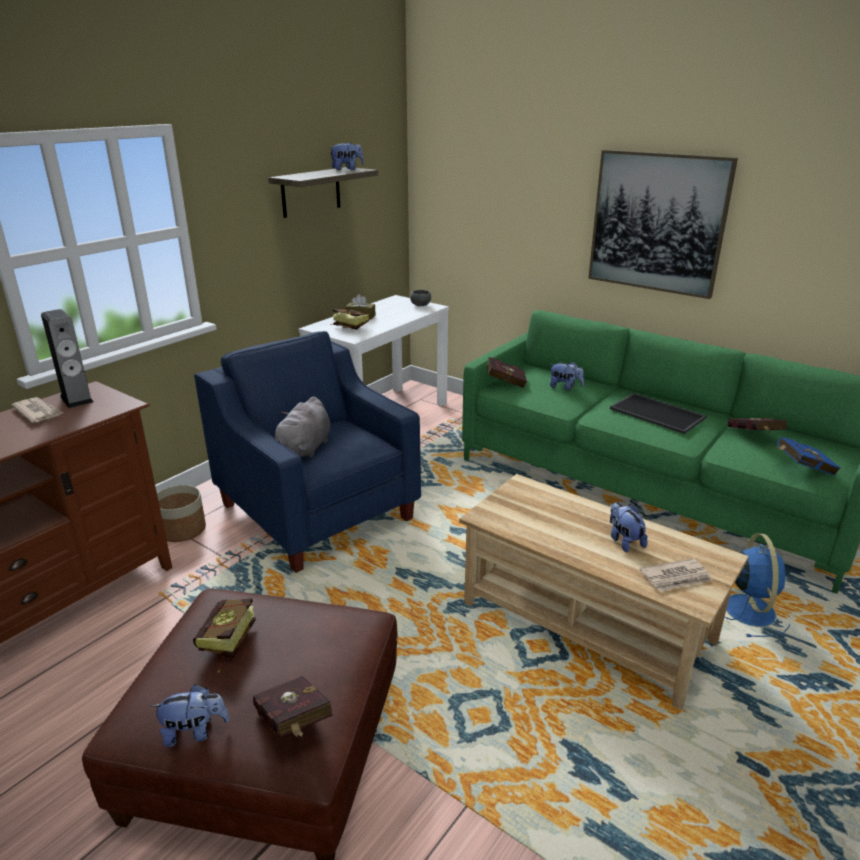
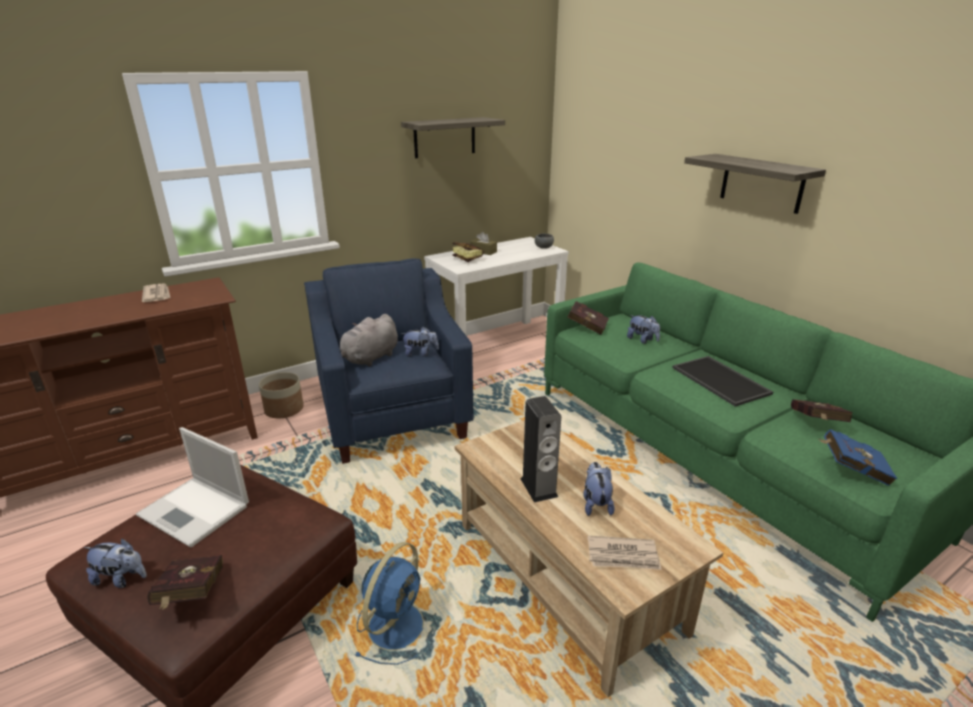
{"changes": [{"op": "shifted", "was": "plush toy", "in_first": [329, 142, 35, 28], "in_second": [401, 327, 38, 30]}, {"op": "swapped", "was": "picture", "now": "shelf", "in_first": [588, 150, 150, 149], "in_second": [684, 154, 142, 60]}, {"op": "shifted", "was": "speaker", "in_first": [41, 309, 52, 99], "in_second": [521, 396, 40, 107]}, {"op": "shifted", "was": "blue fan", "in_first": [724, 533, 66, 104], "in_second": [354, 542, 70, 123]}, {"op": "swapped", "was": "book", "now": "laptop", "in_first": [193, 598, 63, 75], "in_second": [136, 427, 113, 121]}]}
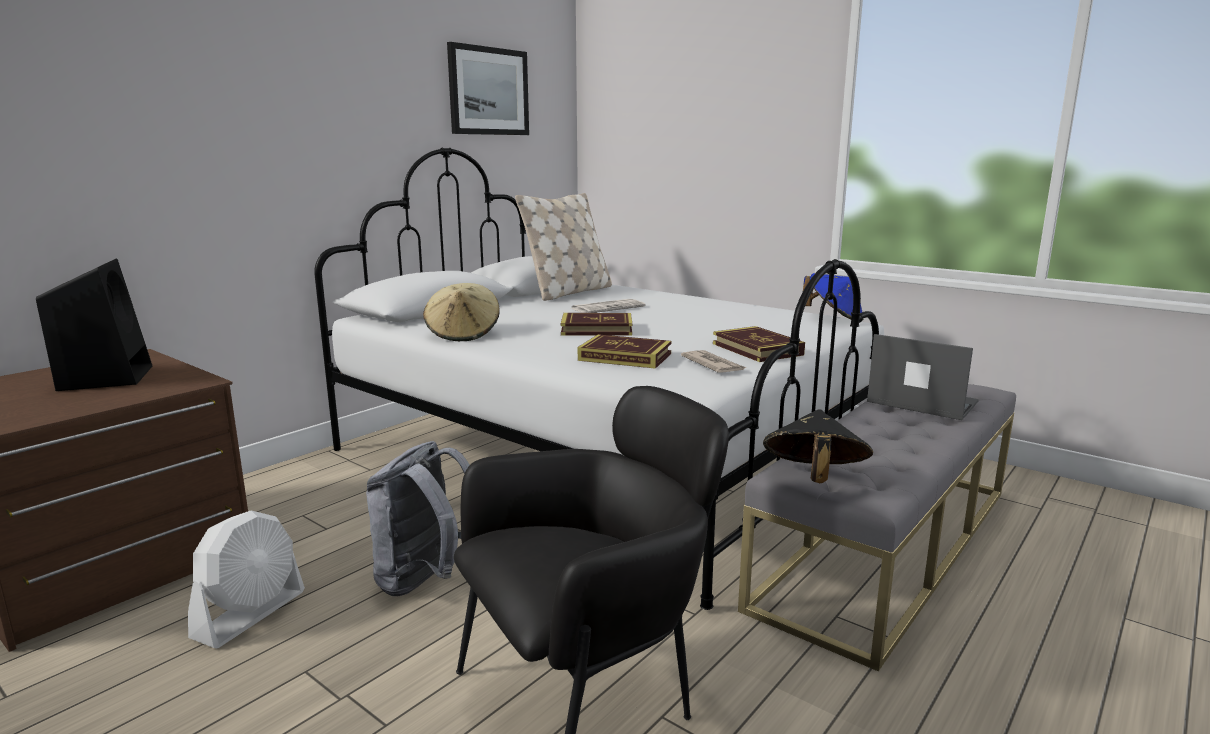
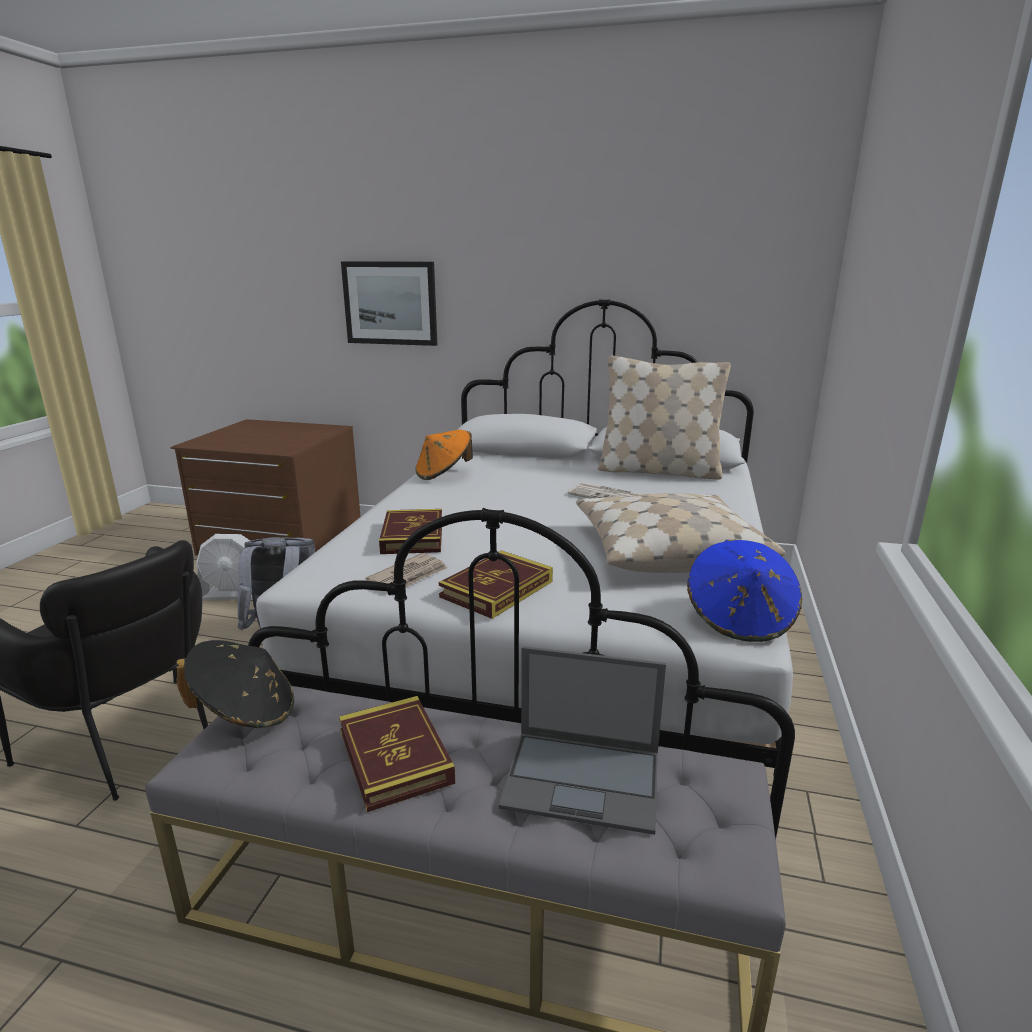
{"changes": [{"op": "shifted", "was": "picture", "in_first": [447, 42, 82, 93], "in_second": [341, 261, 96, 85]}, {"op": "gone", "was": "black speaker", "in_first": [36, 258, 116, 133]}, {"op": "repainted", "was": "beige hat", "now": "orange hat", "in_first": [423, 283, 77, 58], "in_second": [415, 430, 58, 50]}, {"op": "shifted", "was": "book", "in_first": [561, 313, 71, 23], "in_second": [339, 696, 116, 116]}, {"op": "rotated", "was": "laptop", "in_first": [867, 334, 112, 86], "in_second": [499, 646, 167, 189], "clockwise": 90}, {"op": "new", "now": "beige pillow", "in_second": [576, 493, 210, 80]}]}
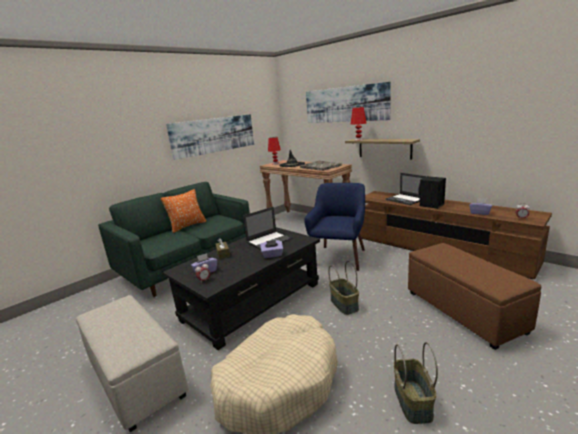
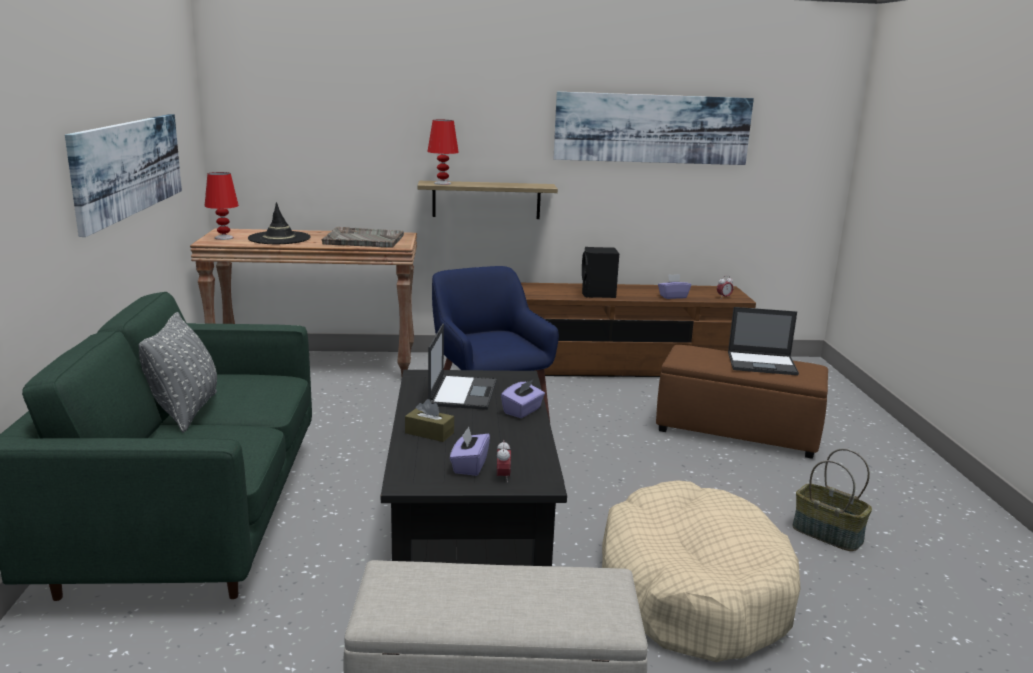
{"changes": [{"op": "shifted", "was": "picture", "in_first": [306, 82, 85, 41], "in_second": [554, 91, 200, 74]}, {"op": "shifted", "was": "laptop", "in_first": [386, 173, 40, 32], "in_second": [728, 307, 71, 68]}, {"op": "repainted", "was": "orange pillow", "now": "grey pillow", "in_first": [161, 189, 45, 44], "in_second": [139, 312, 78, 121]}, {"op": "gone", "was": "basket", "in_first": [329, 261, 30, 54]}]}
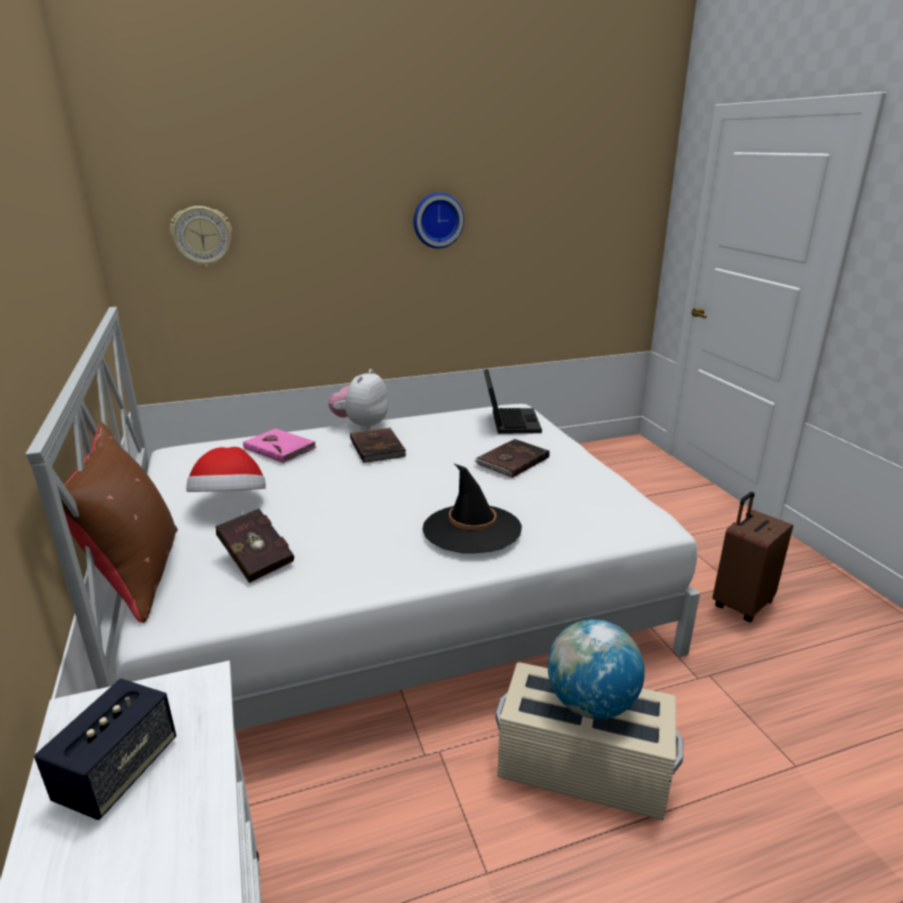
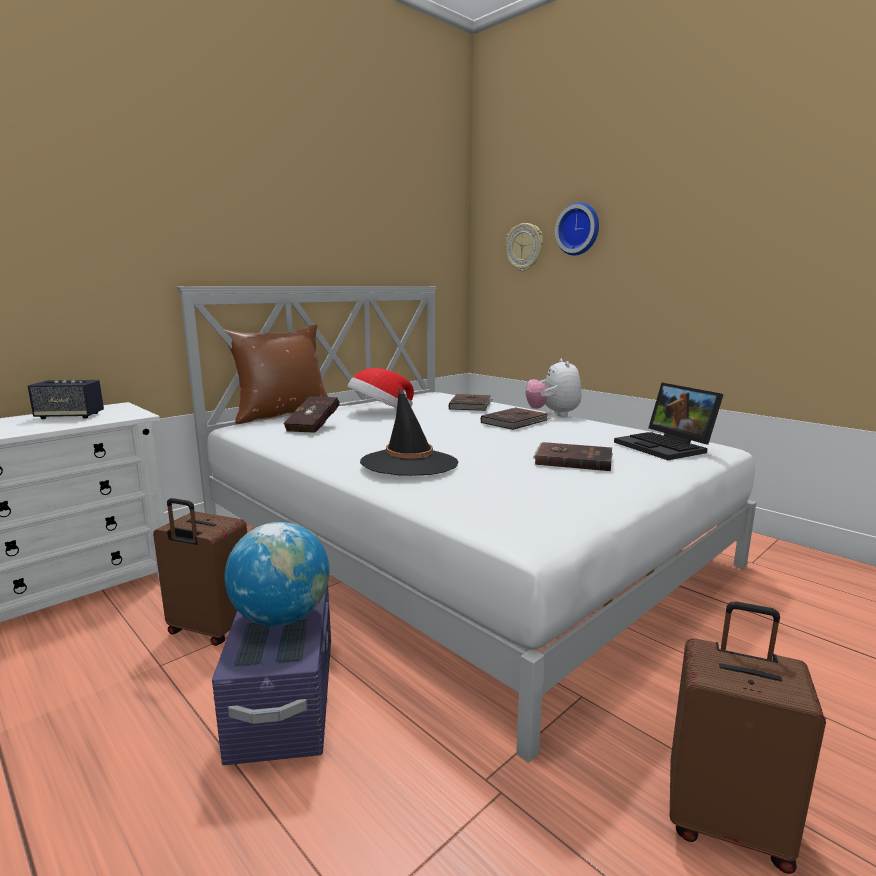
{"changes": [{"op": "shifted", "was": "wall clock", "in_first": [413, 192, 51, 56], "in_second": [555, 202, 44, 54]}, {"op": "rotated", "was": "plush toy", "in_first": [328, 369, 61, 61], "in_second": [525, 358, 56, 59], "clockwise": -90}, {"op": "rotated", "was": "laptop", "in_first": [483, 369, 59, 65], "in_second": [614, 383, 110, 77], "clockwise": 90}, {"op": "repainted", "was": "pink book", "now": "brown book", "in_first": [243, 428, 74, 35], "in_second": [449, 394, 44, 17]}, {"op": "repainted", "was": "beige storage box", "now": "purple storage box", "in_first": [496, 662, 187, 158], "in_second": [212, 585, 119, 180]}, {"op": "new", "now": "brown suitcase", "in_second": [153, 498, 94, 148]}]}
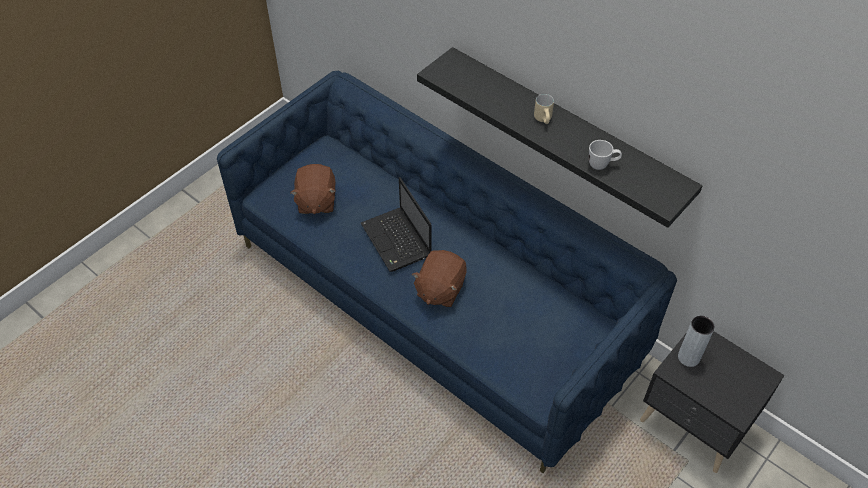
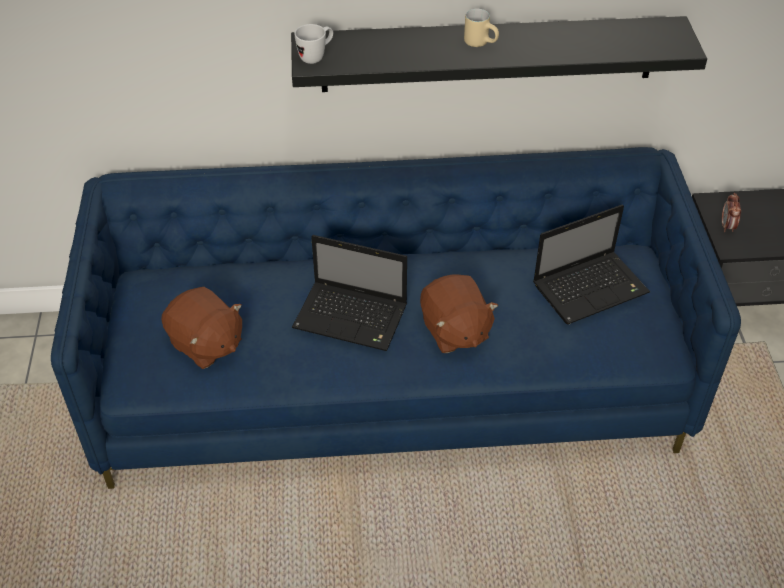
{"changes": [{"op": "shifted", "was": "white mug", "in_first": [589, 140, 33, 30], "in_second": [294, 24, 39, 40]}, {"op": "swapped", "was": "grey vase", "now": "alarm clock", "in_first": [678, 316, 37, 51], "in_second": [722, 193, 19, 39]}, {"op": "new", "now": "laptop", "in_second": [533, 205, 117, 119]}]}
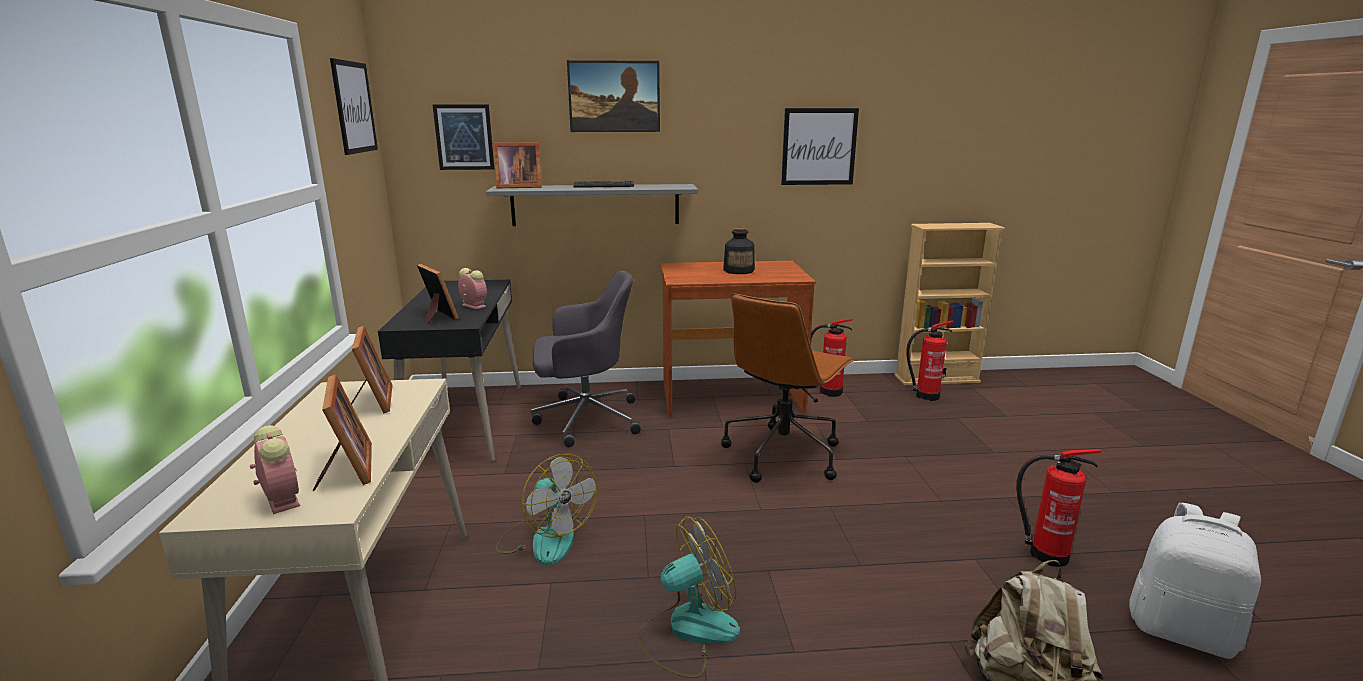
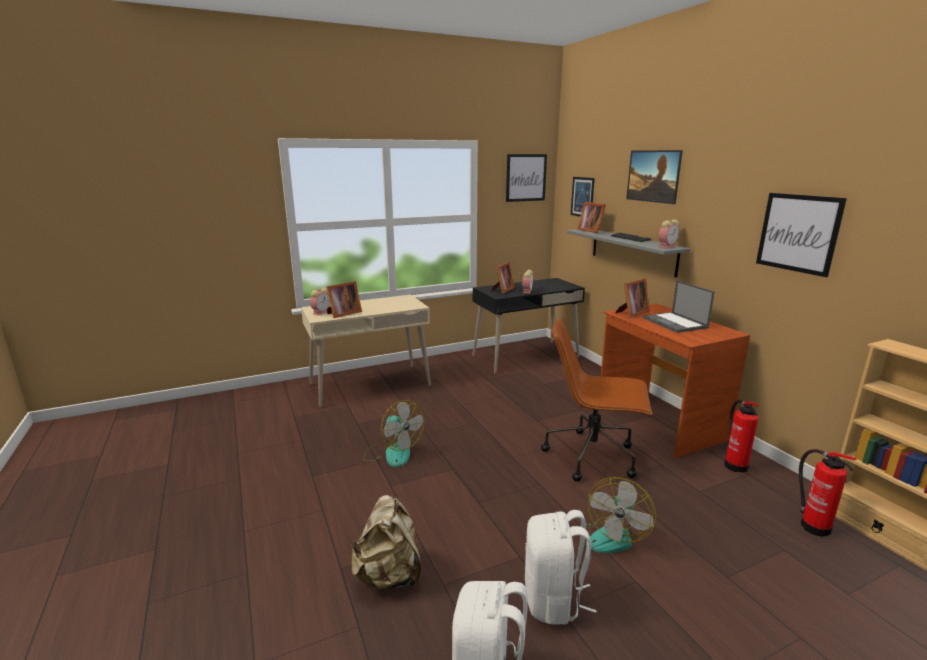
{"changes": [{"op": "swapped", "was": "bottle", "now": "laptop", "in_first": [723, 228, 32, 46], "in_second": [643, 280, 72, 53]}, {"op": "gone", "was": "grey office chair", "in_first": [531, 271, 110, 176]}, {"op": "shifted", "was": "picture frame", "in_first": [351, 325, 41, 88], "in_second": [615, 278, 35, 40]}, {"op": "swapped", "was": "fire extinguisher", "now": "white backpack", "in_first": [1016, 449, 85, 118], "in_second": [525, 510, 72, 115]}, {"op": "shifted", "was": "fan", "in_first": [496, 454, 101, 111], "in_second": [580, 477, 76, 76]}, {"op": "new", "now": "alarm clock", "in_second": [659, 219, 20, 29]}]}
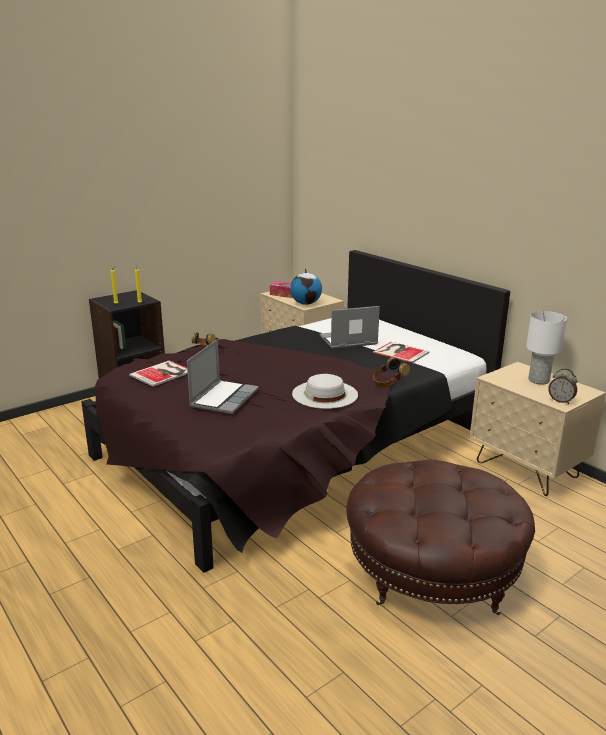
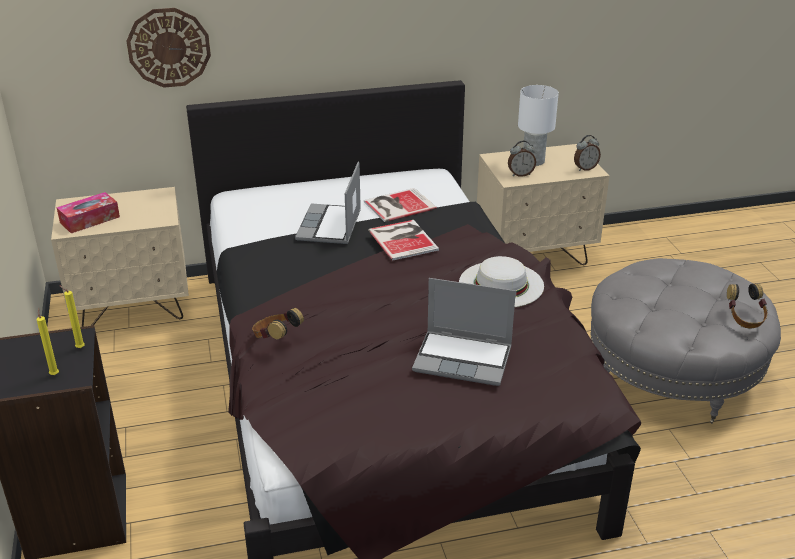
{"changes": [{"op": "gone", "was": "globe", "in_first": [290, 268, 32, 37]}, {"op": "rotated", "was": "laptop", "in_first": [187, 339, 72, 75], "in_second": [412, 278, 104, 108], "clockwise": 150}, {"op": "shifted", "was": "headphones", "in_first": [373, 357, 37, 31], "in_second": [727, 284, 41, 45]}, {"op": "shifted", "was": "book", "in_first": [129, 360, 59, 27], "in_second": [368, 220, 71, 41]}, {"op": "repainted", "was": "brown ottoman", "now": "grey ottoman", "in_first": [346, 460, 189, 155], "in_second": [591, 258, 190, 165]}, {"op": "new", "now": "wall clock", "in_second": [126, 8, 85, 80]}, {"op": "new", "now": "alarm clock", "in_second": [508, 141, 28, 36]}]}
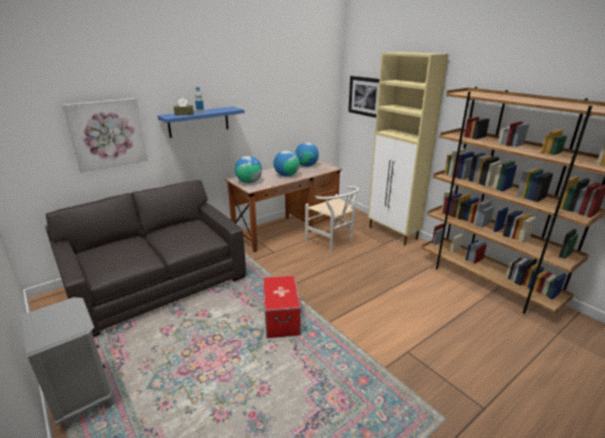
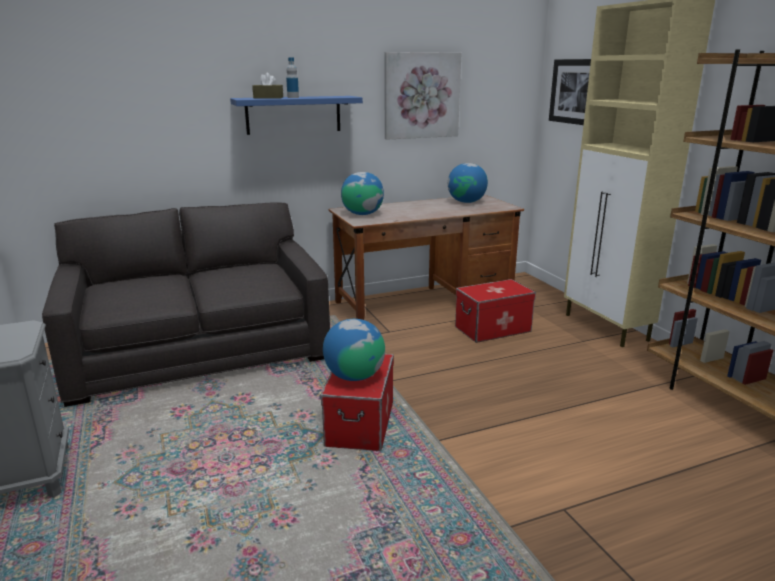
{"changes": [{"op": "shifted", "was": "picture", "in_first": [62, 98, 86, 75], "in_second": [385, 52, 76, 88]}, {"op": "shifted", "was": "globe", "in_first": [273, 150, 27, 26], "in_second": [323, 319, 62, 62]}, {"op": "swapped", "was": "white chair", "now": "storage box", "in_first": [305, 186, 54, 66], "in_second": [455, 279, 81, 64]}]}
